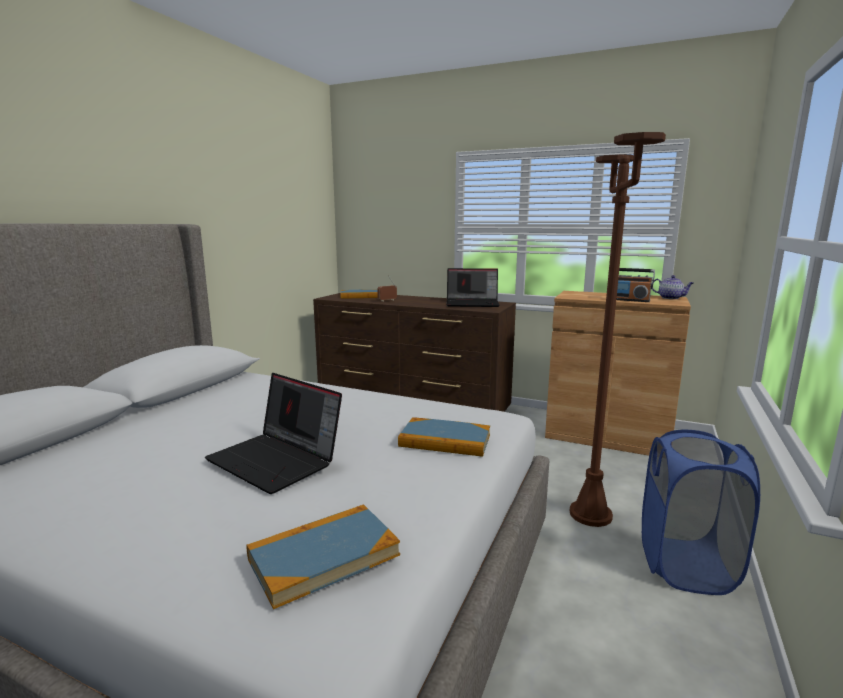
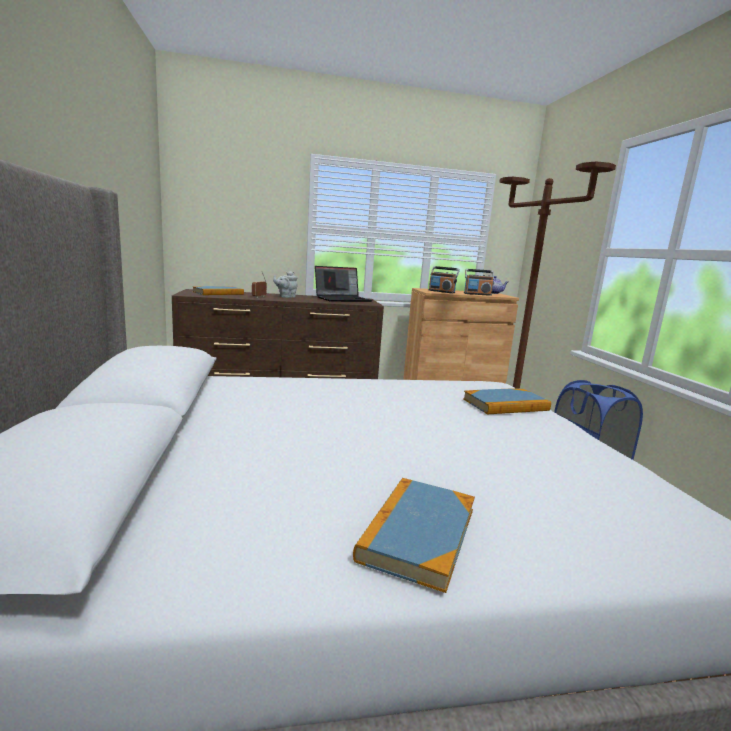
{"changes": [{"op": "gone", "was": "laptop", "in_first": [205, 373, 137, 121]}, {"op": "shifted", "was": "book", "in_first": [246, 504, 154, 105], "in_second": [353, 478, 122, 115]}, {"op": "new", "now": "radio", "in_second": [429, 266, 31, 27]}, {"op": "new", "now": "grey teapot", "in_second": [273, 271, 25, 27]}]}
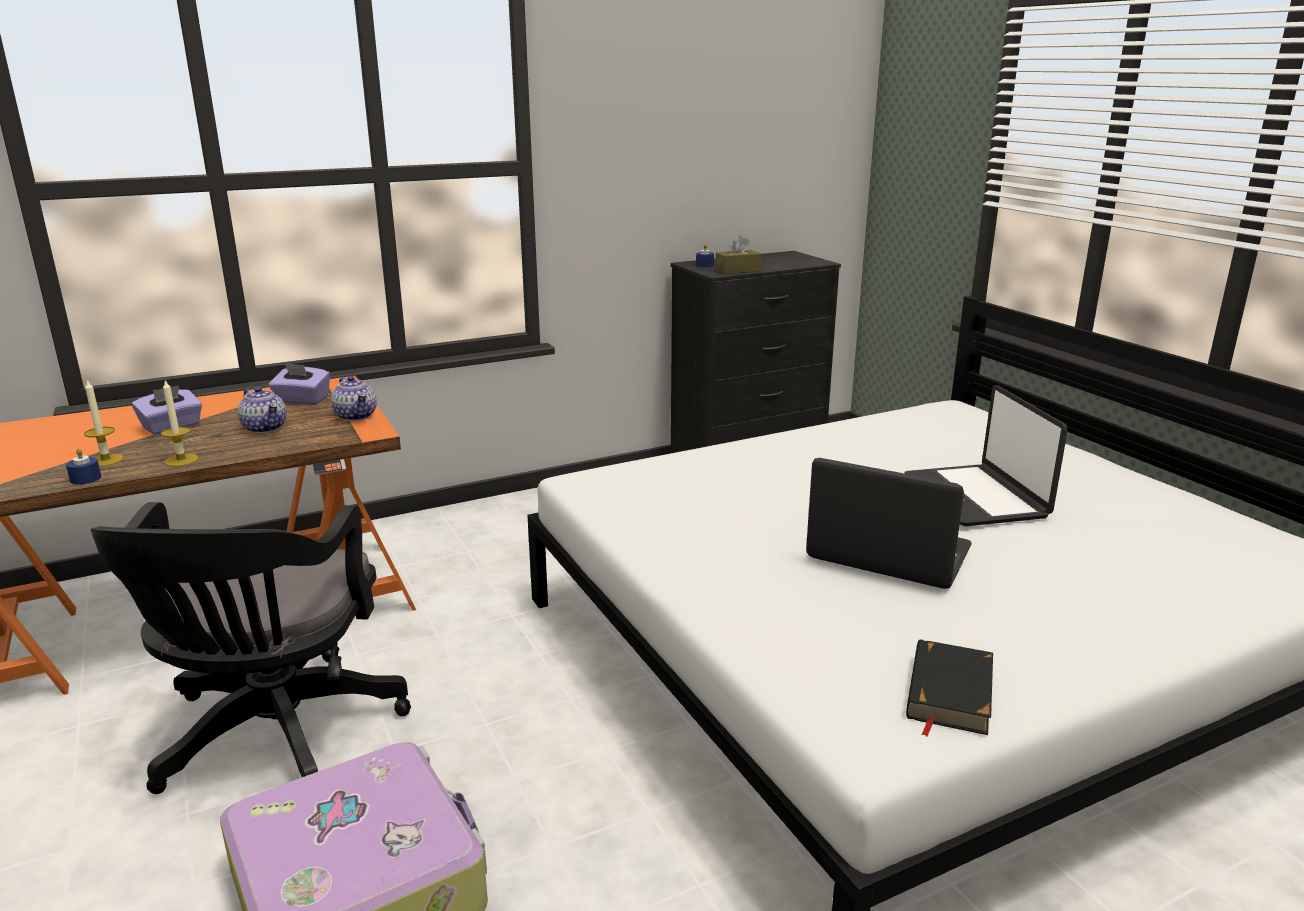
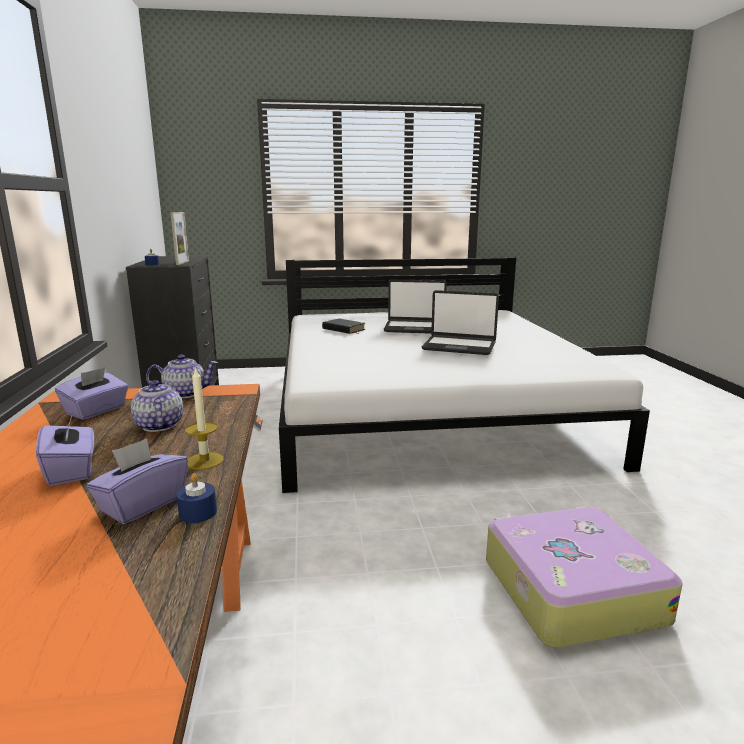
{"changes": [{"op": "swapped", "was": "brown tissue box", "now": "picture frame", "in_first": [715, 236, 47, 38], "in_second": [171, 212, 18, 53]}, {"op": "swapped", "was": "candle", "now": "purple tissue box", "in_first": [84, 380, 40, 87], "in_second": [86, 438, 102, 86]}, {"op": "rotated", "was": "teapot", "in_first": [238, 387, 48, 47], "in_second": [131, 380, 52, 52], "clockwise": -90}, {"op": "rotated", "was": "laptop", "in_first": [806, 458, 166, 131], "in_second": [421, 290, 78, 65], "clockwise": -120}, {"op": "gone", "was": "black office chair", "in_first": [91, 502, 320, 292]}, {"op": "shifted", "was": "black book", "in_first": [906, 639, 87, 97], "in_second": [322, 318, 44, 16]}]}
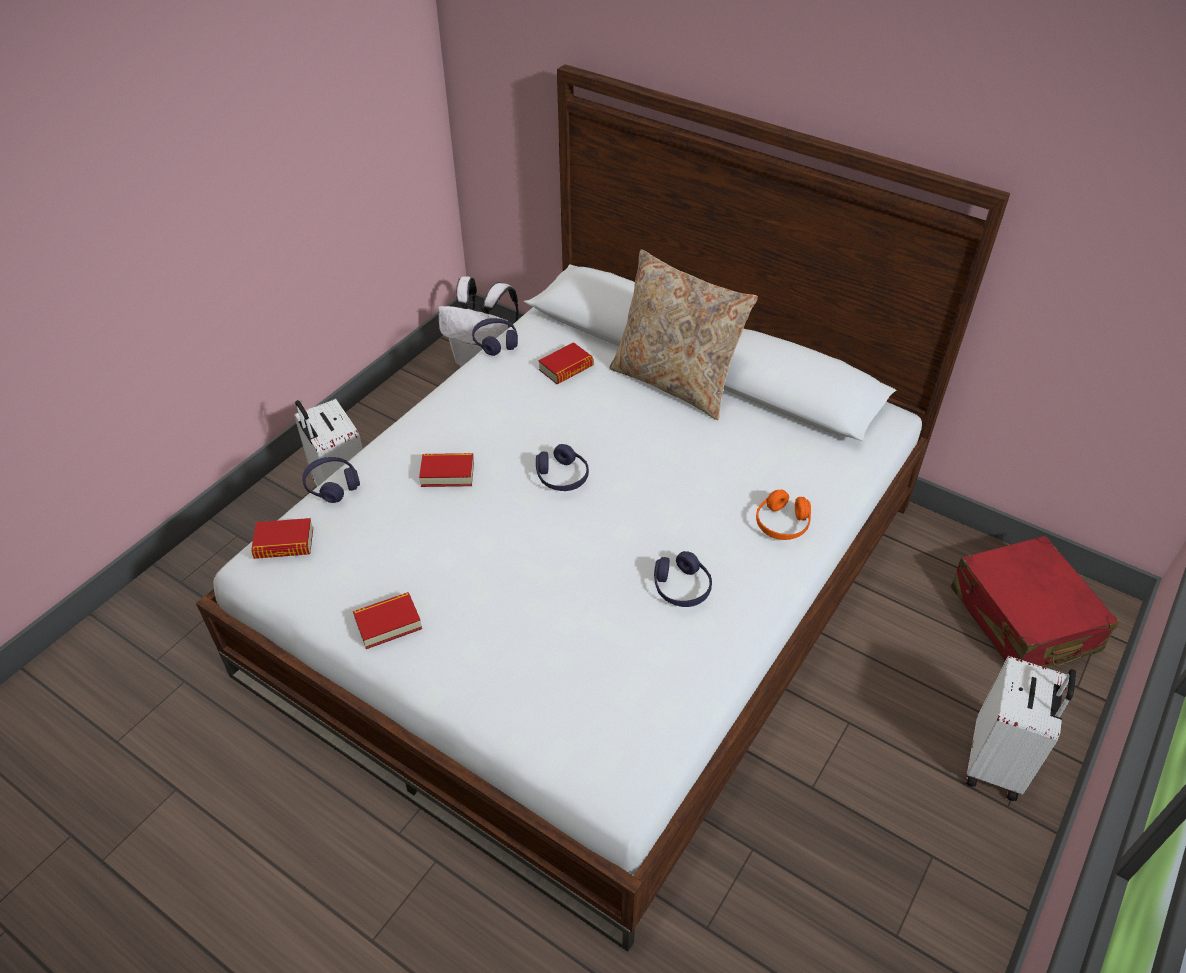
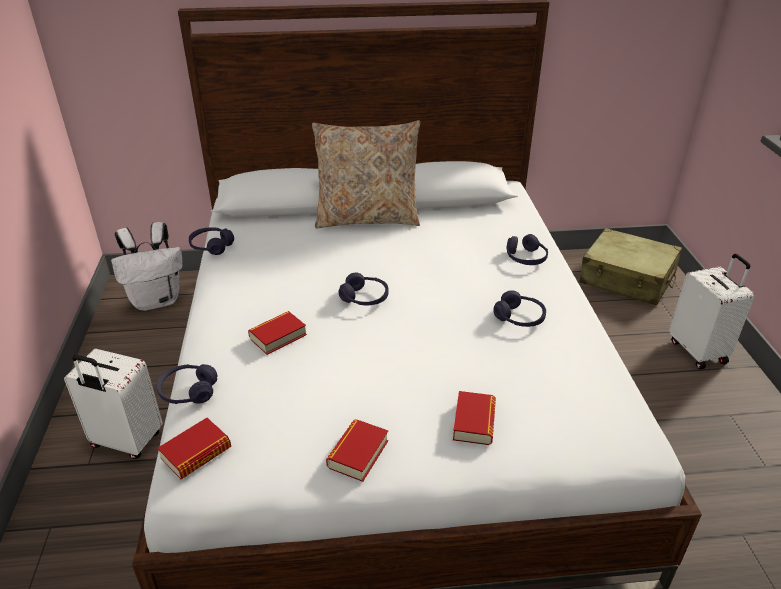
{"changes": [{"op": "shifted", "was": "book", "in_first": [538, 342, 56, 42], "in_second": [453, 391, 43, 54]}, {"op": "repainted", "was": "orange headphones", "now": "purple headphones", "in_first": [756, 489, 55, 51], "in_second": [506, 234, 42, 31]}, {"op": "repainted", "was": "red suitcase", "now": "beige suitcase", "in_first": [951, 536, 168, 131], "in_second": [579, 228, 103, 78]}]}
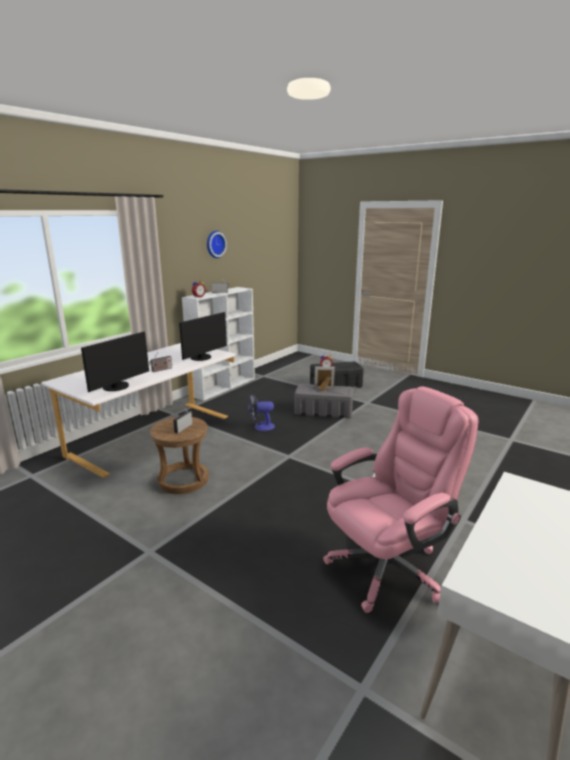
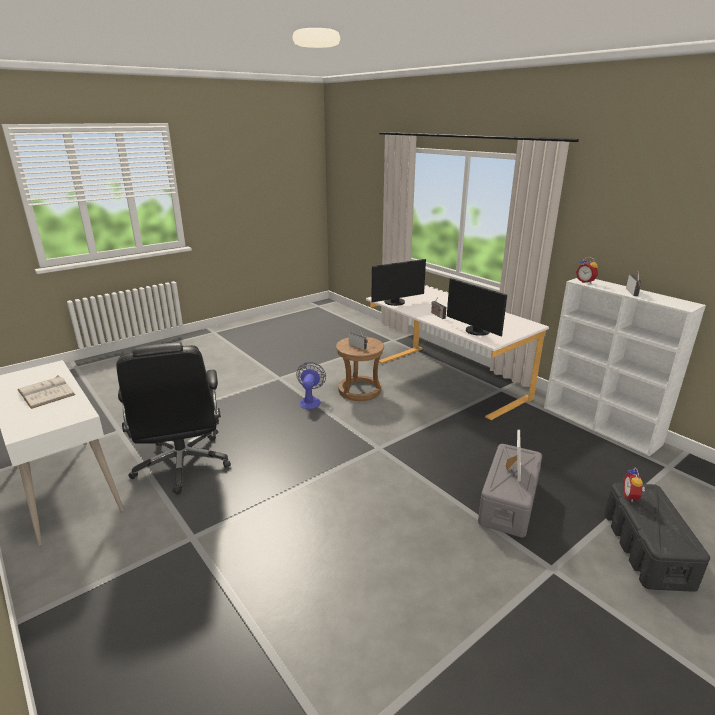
{"changes": [{"op": "gone", "was": "wall clock", "in_first": [207, 231, 20, 27]}, {"op": "rotated", "was": "monitor", "in_first": [81, 331, 68, 61], "in_second": [371, 259, 55, 47], "clockwise": -75}, {"op": "repainted", "was": "pink office chair", "now": "black office chair", "in_first": [323, 386, 155, 227], "in_second": [116, 342, 115, 153]}, {"op": "shifted", "was": "fan", "in_first": [248, 394, 27, 37], "in_second": [296, 362, 30, 47]}, {"op": "new", "now": "white book", "in_second": [17, 375, 58, 34]}]}
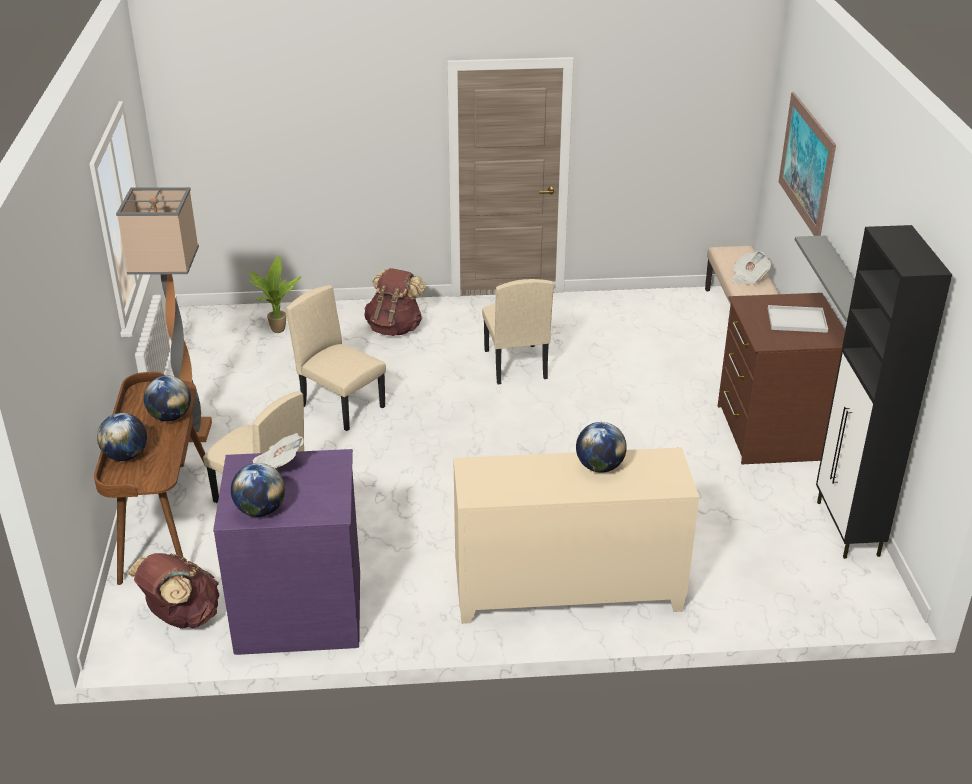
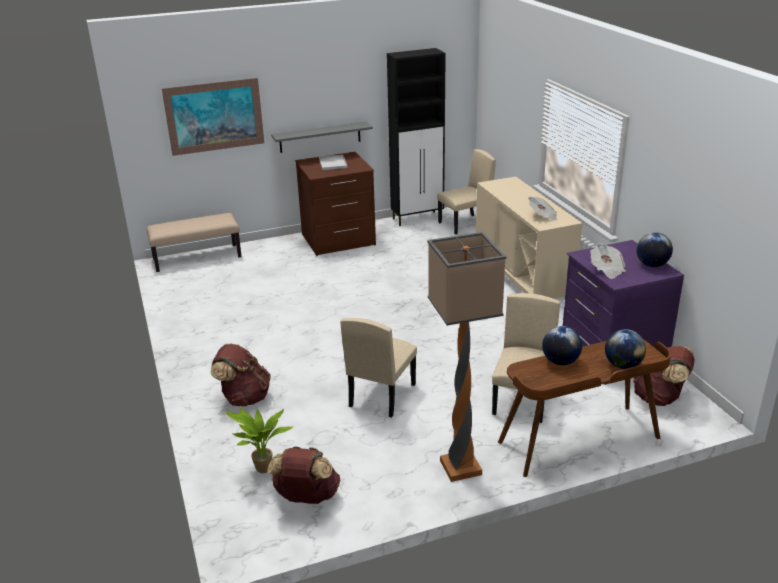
{"changes": [{"op": "shifted", "was": "newspaper", "in_first": [732, 251, 39, 34], "in_second": [528, 197, 29, 24]}, {"op": "shifted", "was": "beige chair", "in_first": [482, 279, 72, 105], "in_second": [437, 149, 59, 86]}, {"op": "gone", "was": "globe", "in_first": [576, 422, 51, 51]}, {"op": "new", "now": "brown backpack", "in_second": [267, 446, 73, 58]}]}
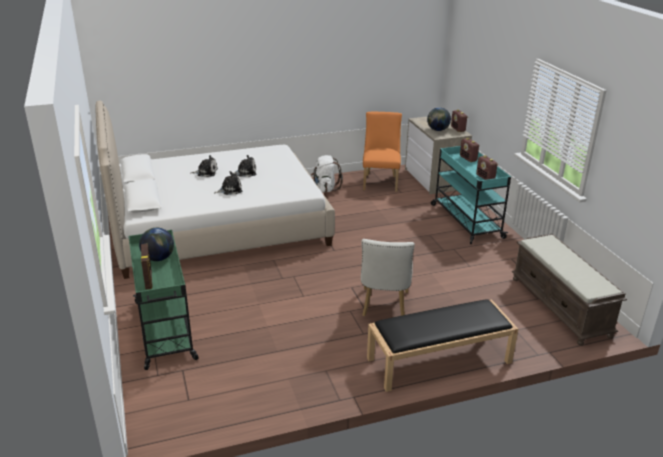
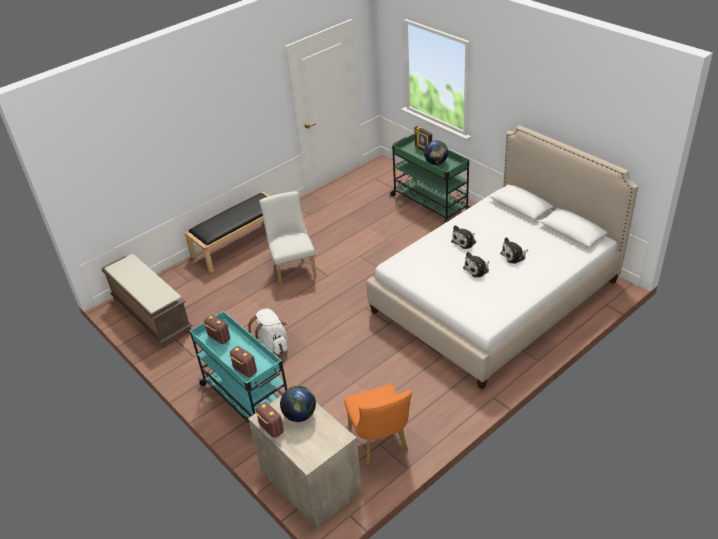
{"changes": [{"op": "shifted", "was": "white backpack", "in_first": [311, 155, 32, 37], "in_second": [248, 308, 40, 46]}]}
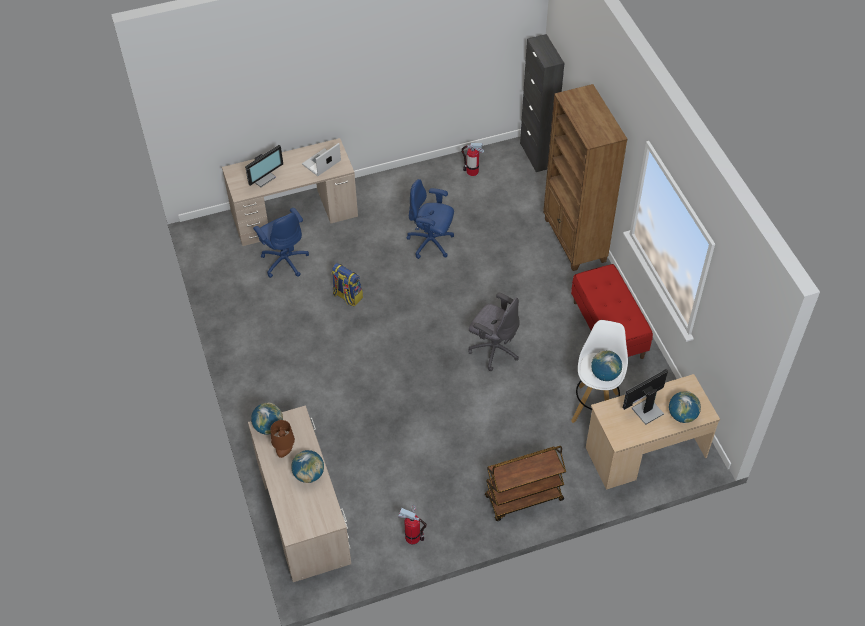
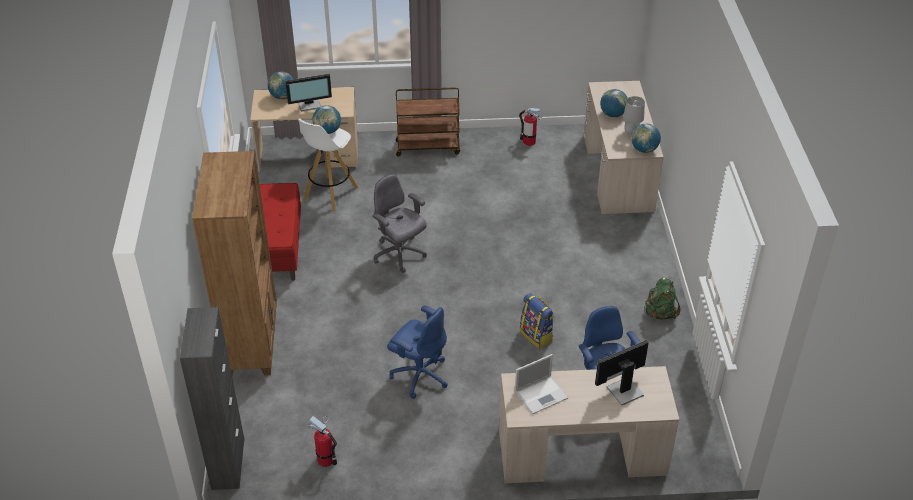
{"changes": [{"op": "repainted", "was": "brown table lamp", "now": "grey table lamp", "in_first": [270, 420, 25, 38], "in_second": [623, 96, 22, 39]}, {"op": "new", "now": "green backpack", "in_second": [644, 278, 37, 42]}]}
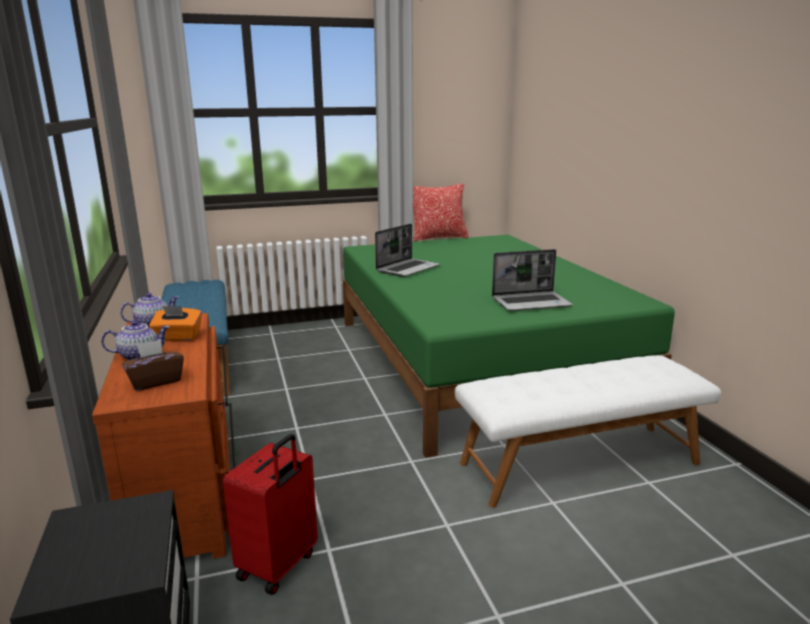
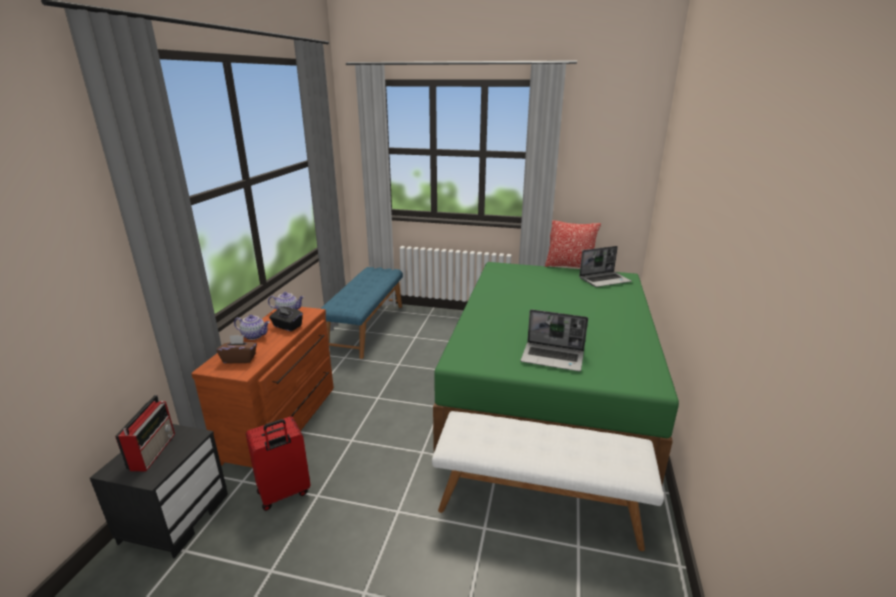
{"changes": [{"op": "shifted", "was": "laptop", "in_first": [375, 224, 65, 53], "in_second": [579, 246, 53, 41]}, {"op": "repainted", "was": "orange tissue box", "now": "black tissue box", "in_first": [149, 306, 53, 35], "in_second": [269, 306, 34, 25]}, {"op": "new", "now": "radio", "in_second": [115, 395, 60, 76]}]}
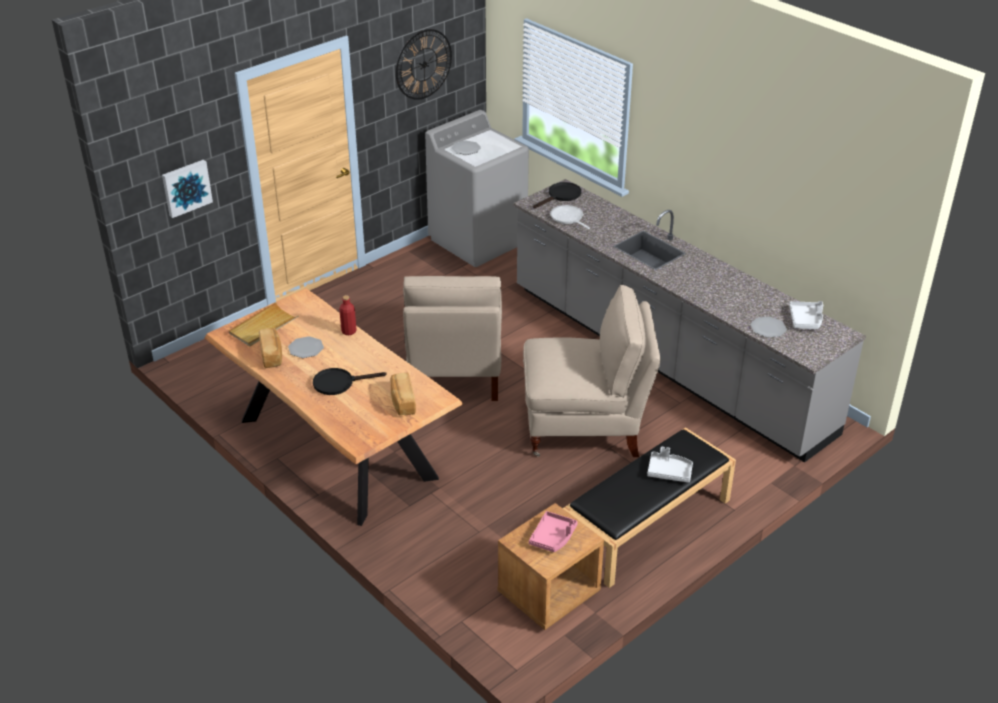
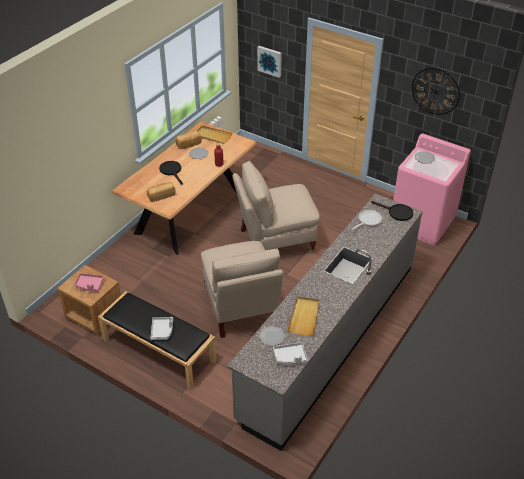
{"changes": [{"op": "repainted", "was": "grey washing machine", "now": "pink washing machine", "in_first": [425, 110, 104, 157], "in_second": [394, 134, 77, 112]}, {"op": "new", "now": "beige tray", "in_second": [287, 296, 32, 40]}]}
